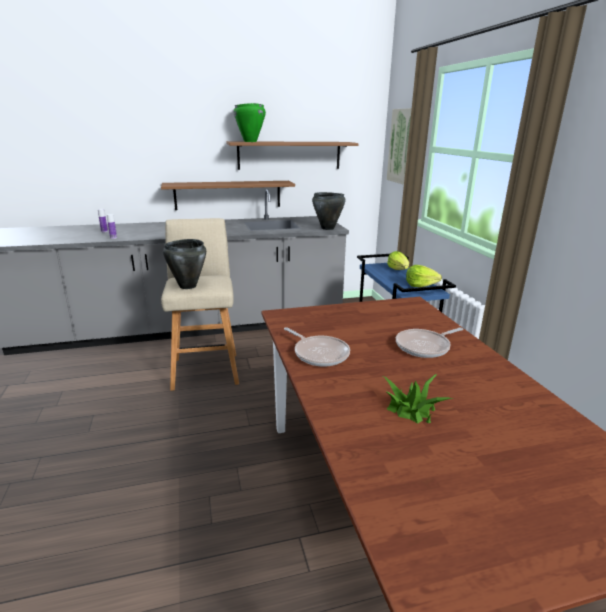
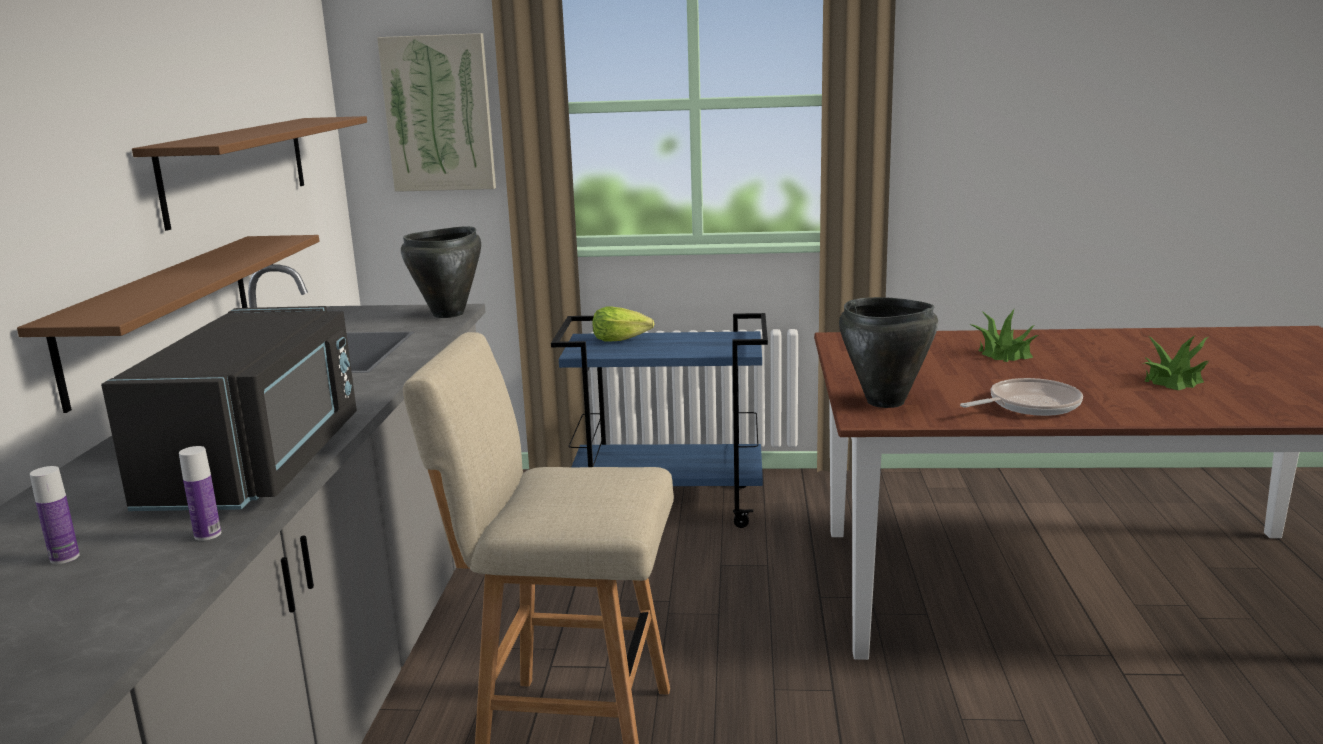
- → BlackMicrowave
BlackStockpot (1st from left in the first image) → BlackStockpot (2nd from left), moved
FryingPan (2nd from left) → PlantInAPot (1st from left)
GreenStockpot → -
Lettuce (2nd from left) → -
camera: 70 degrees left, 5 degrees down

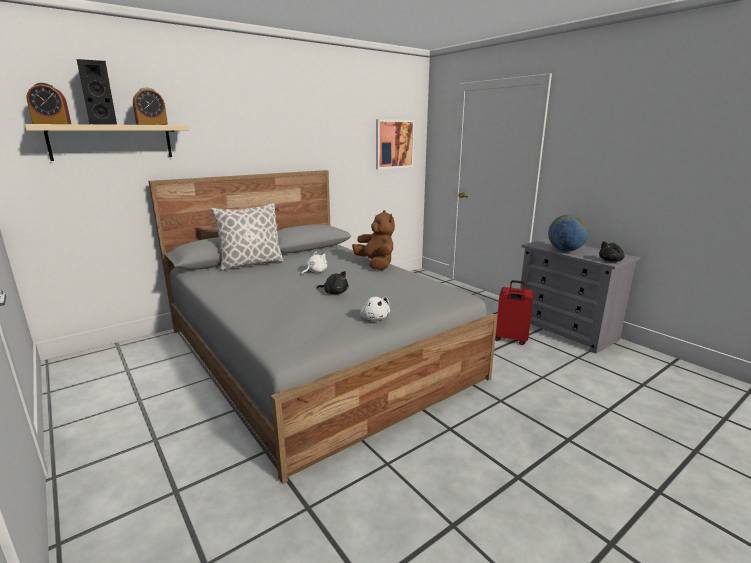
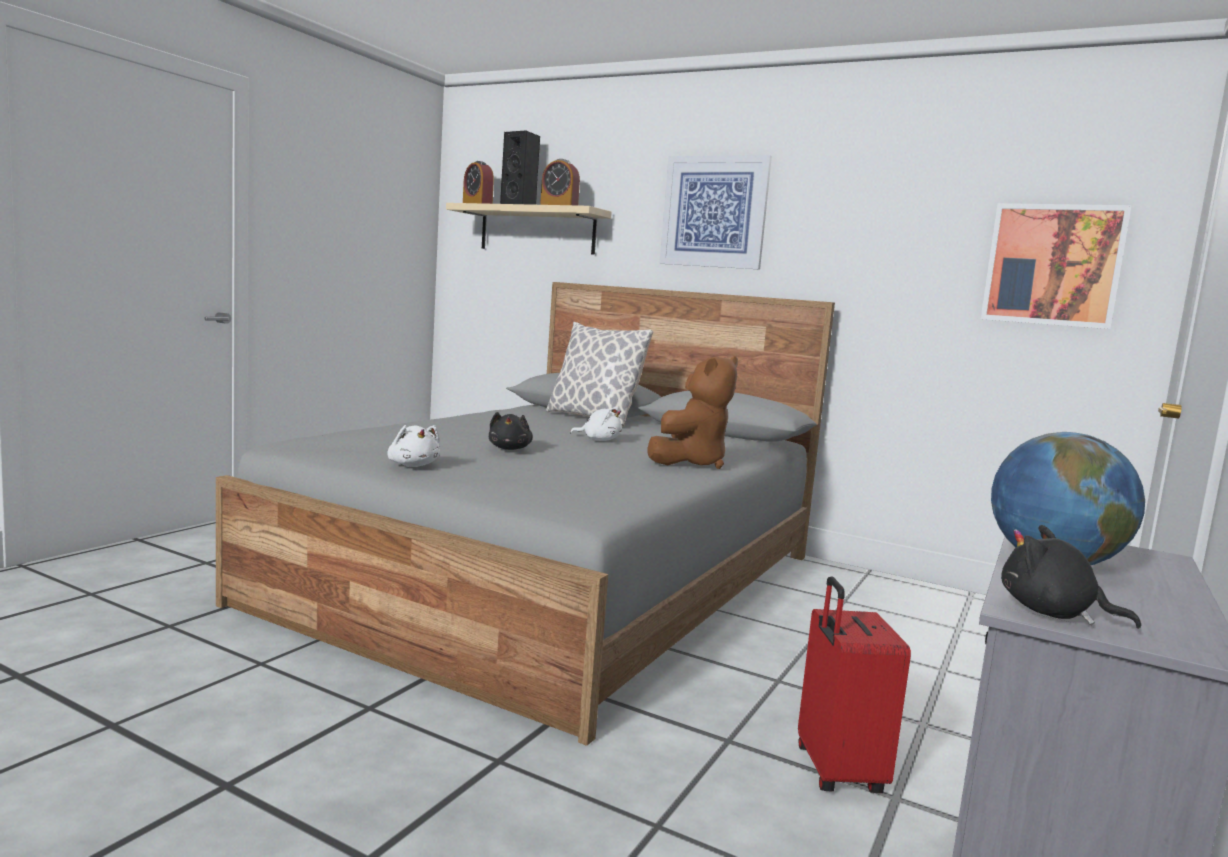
WhiteSoftToy (2nd from left in the first image) → WhiteSoftToy (1st from left), 75 degrees counterclockwise
- → WallPicture (1st from left)
camera: 65 degrees right, 10 degrees down

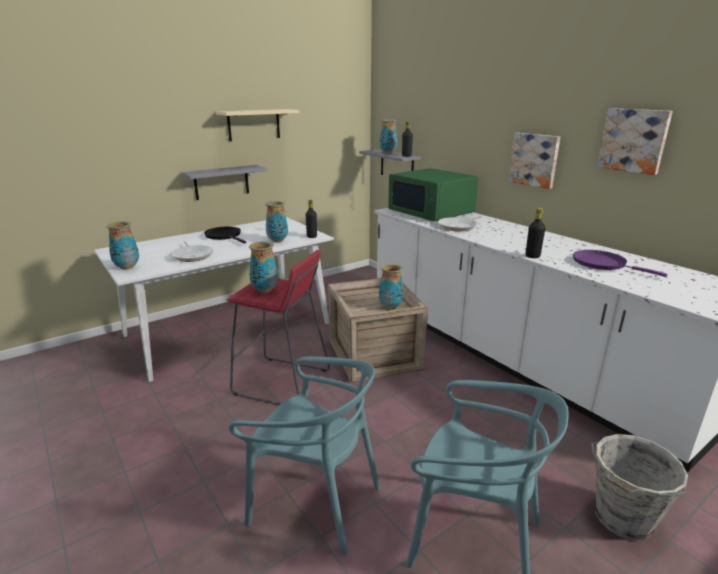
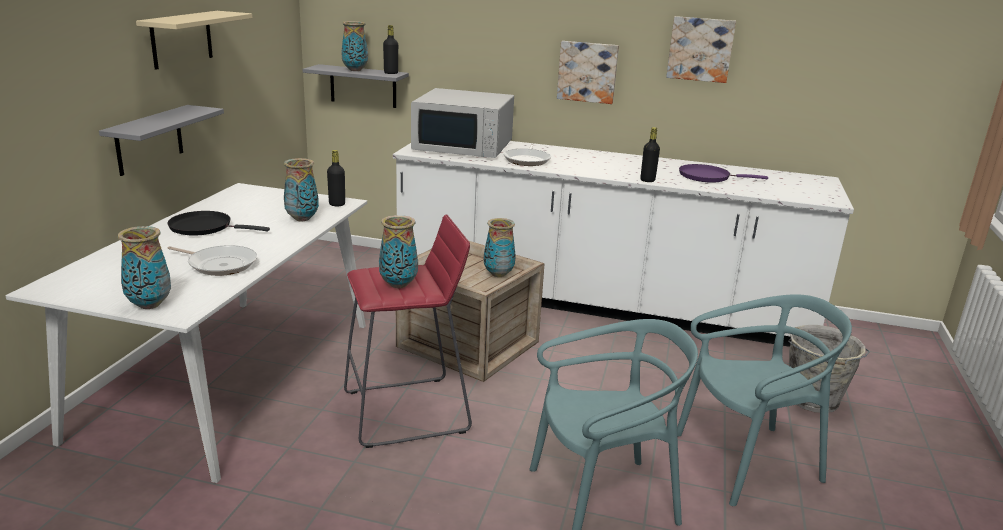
GreenMicrowave → WhiteMicrowave
camera: 40 degrees left, 0 degrees up

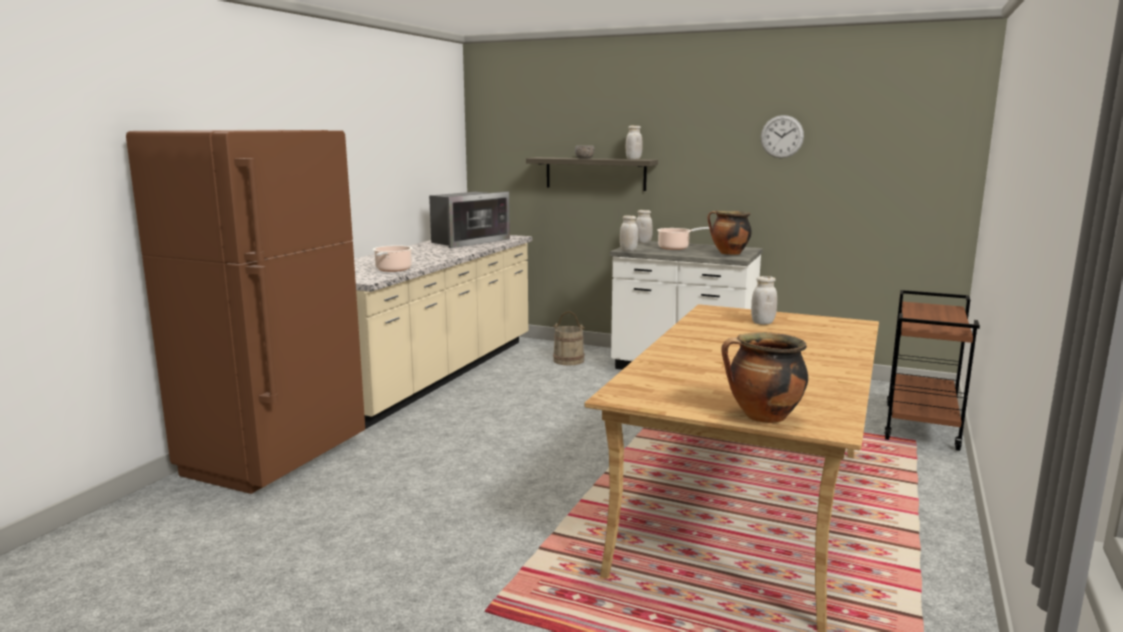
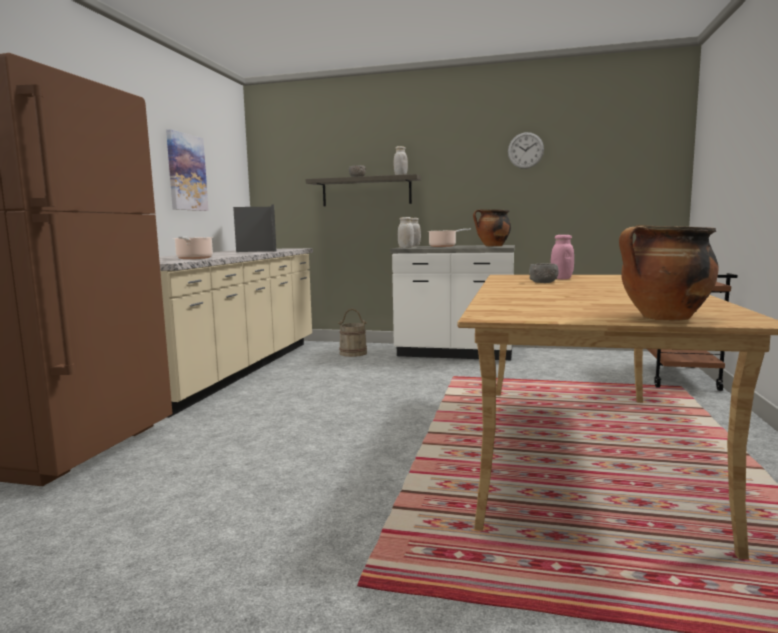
- → WallPicture
Microwave, 45 degrees counterclockwise
- → GrayServingBowl (2nd from left)
WhitePreserveJar (4th from left) → PinkPreserveJar
camera: 10 degrees left, 5 degrees down

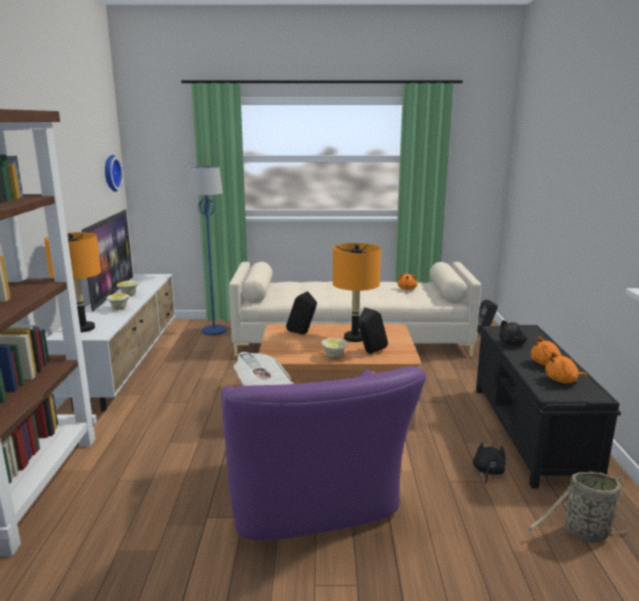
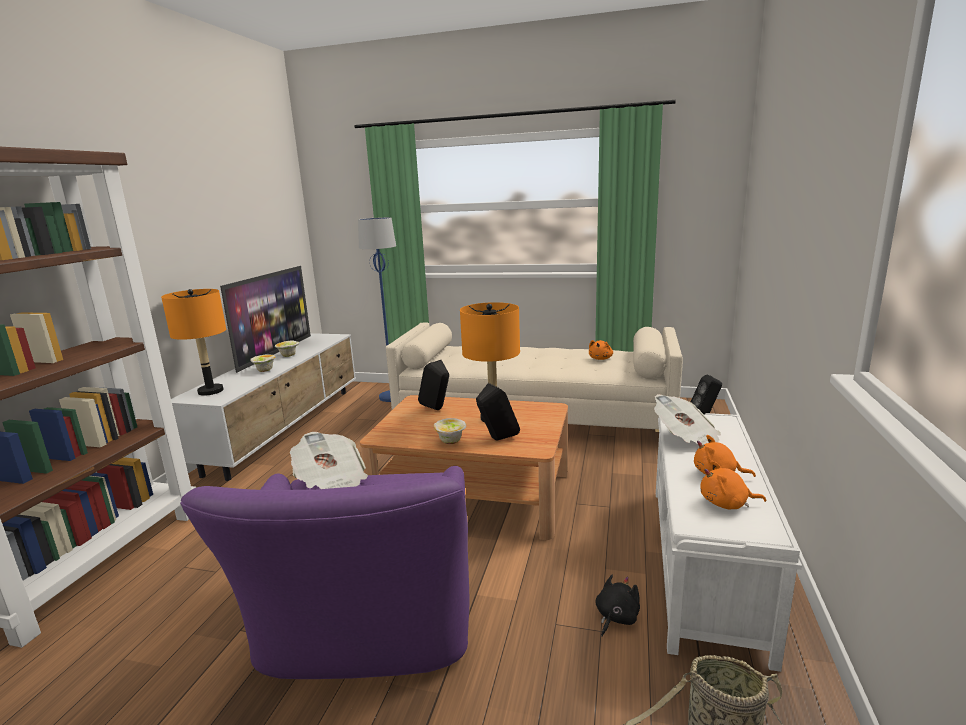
BlackSoftToy (2nd from left) → Newspaper (2nd from left)
BlackLongSeat → WhiteLongSeat
ClockOnTheWall → -
camera: 15 degrees right, 0 degrees up

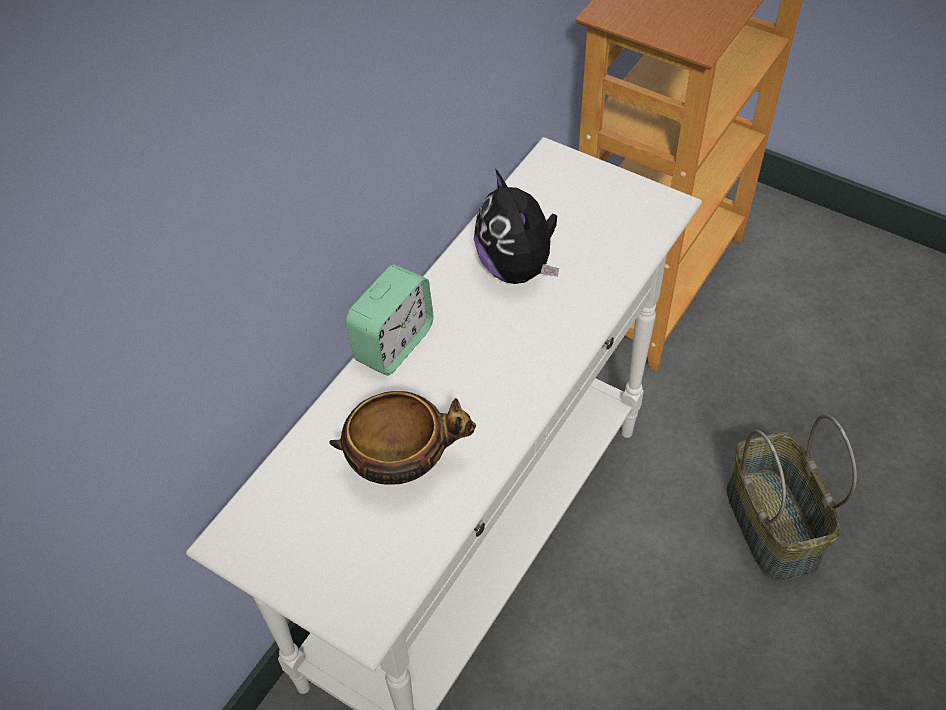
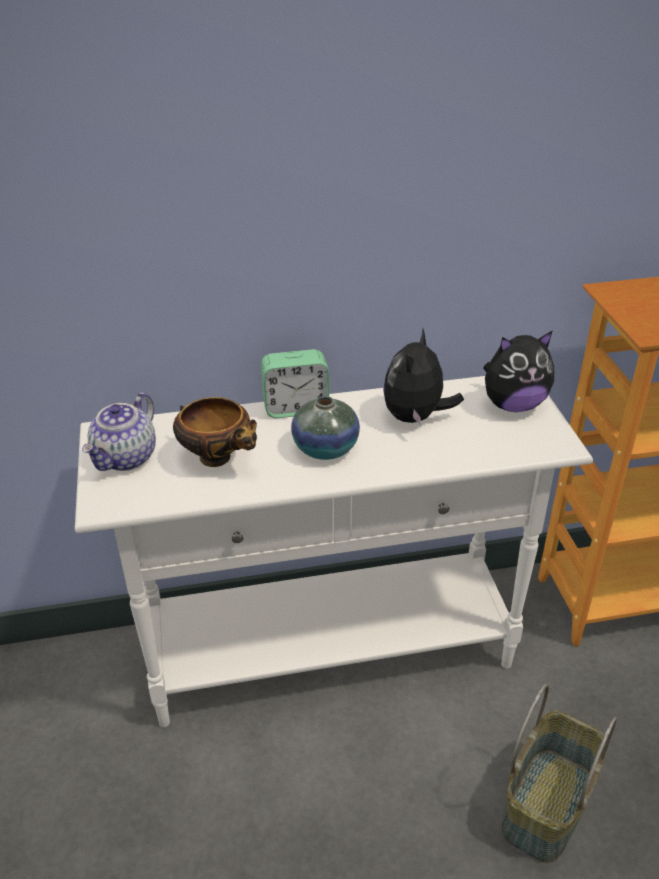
- → TeaPot
- → DecorativeVase
- → SoftToy (2nd from left)
camera: 45 degrees right, 15 degrees down

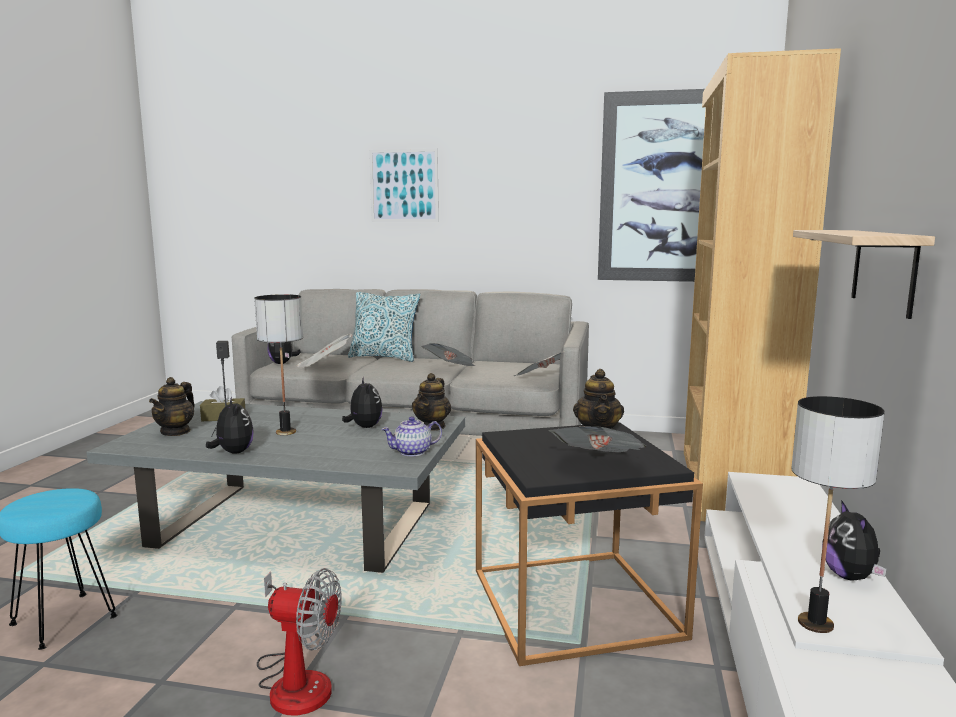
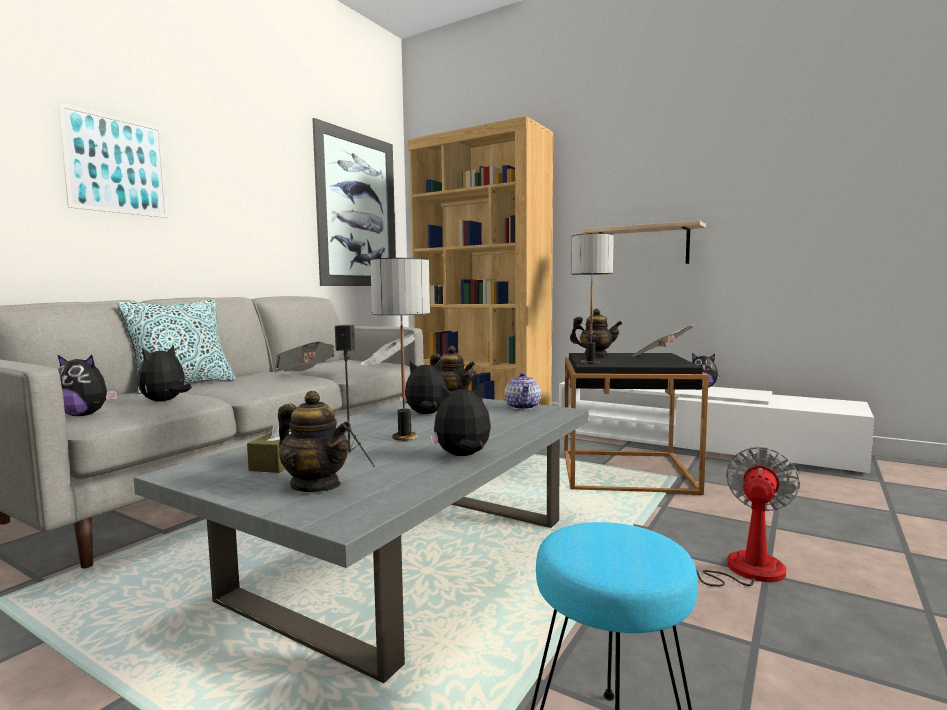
Newspaper (1st from left) → SoftToy (2nd from left)
TableLamp (2nd from left), moved
camera: 70 degrees left, 5 degrees down

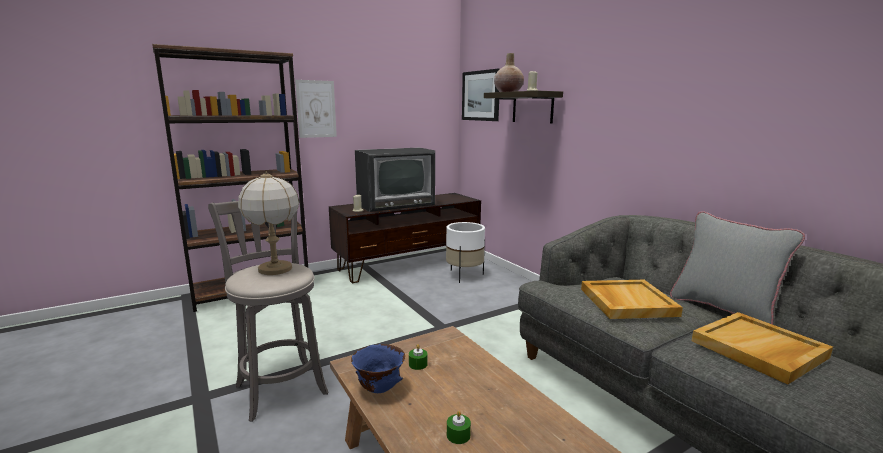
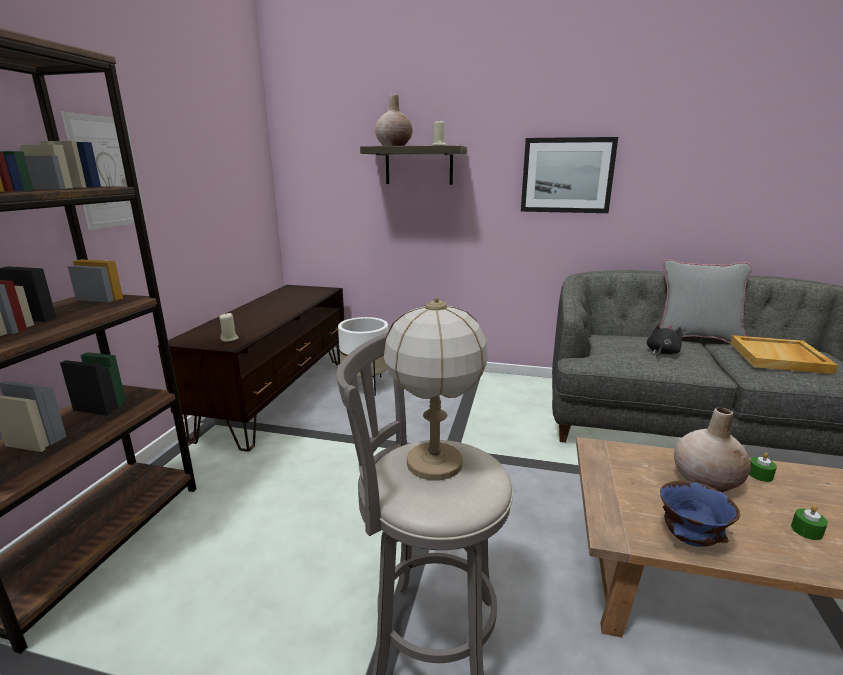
WallPicture (2nd from left), moved
SandColouredCarryingTray (1st from left) → BlackSoftToy
- → SandColouredDecorativeVase (2nd from left)
GreenWaxCandle (1st from left), moved
Television → -
camera: 45 degrees left, 5 degrees up

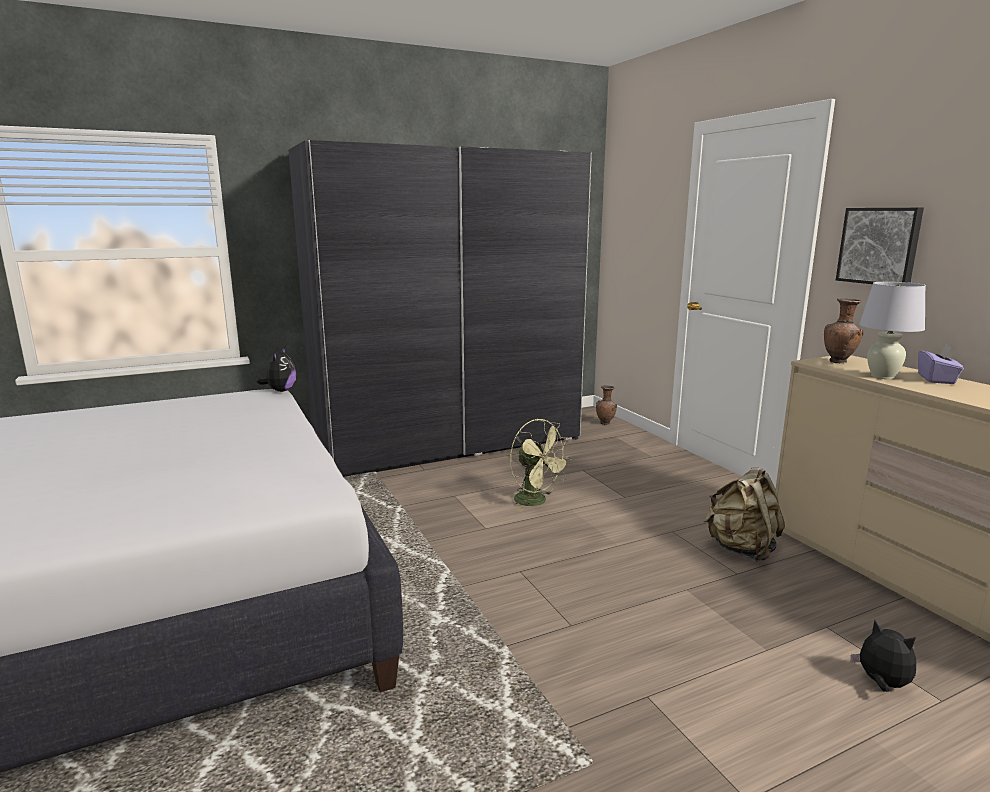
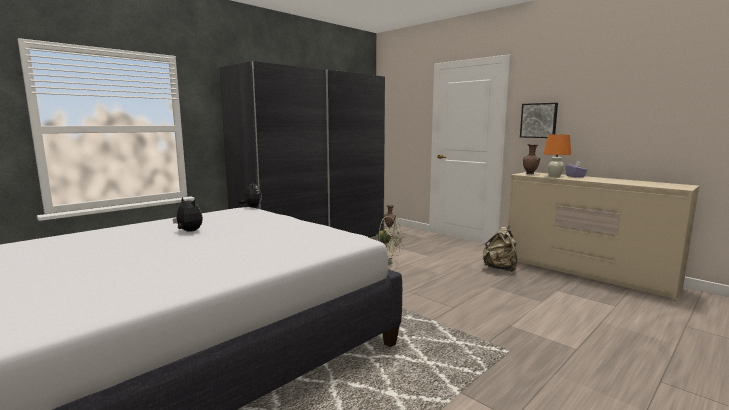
SoftToy (2nd from left in the first image) → SoftToy (1st from left), moved
WhiteTableLamp → OrangeyTableLamp
camera: 20 degrees left, 5 degrees down

